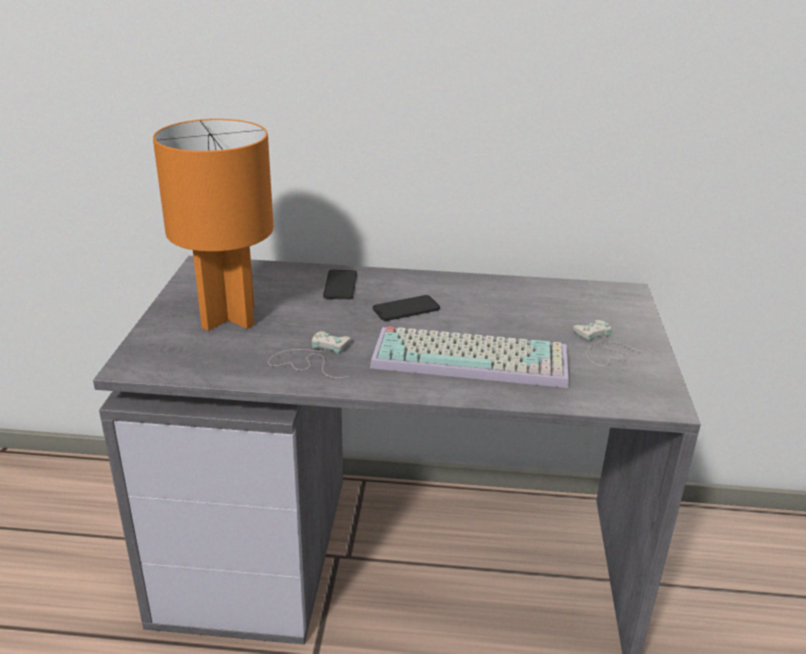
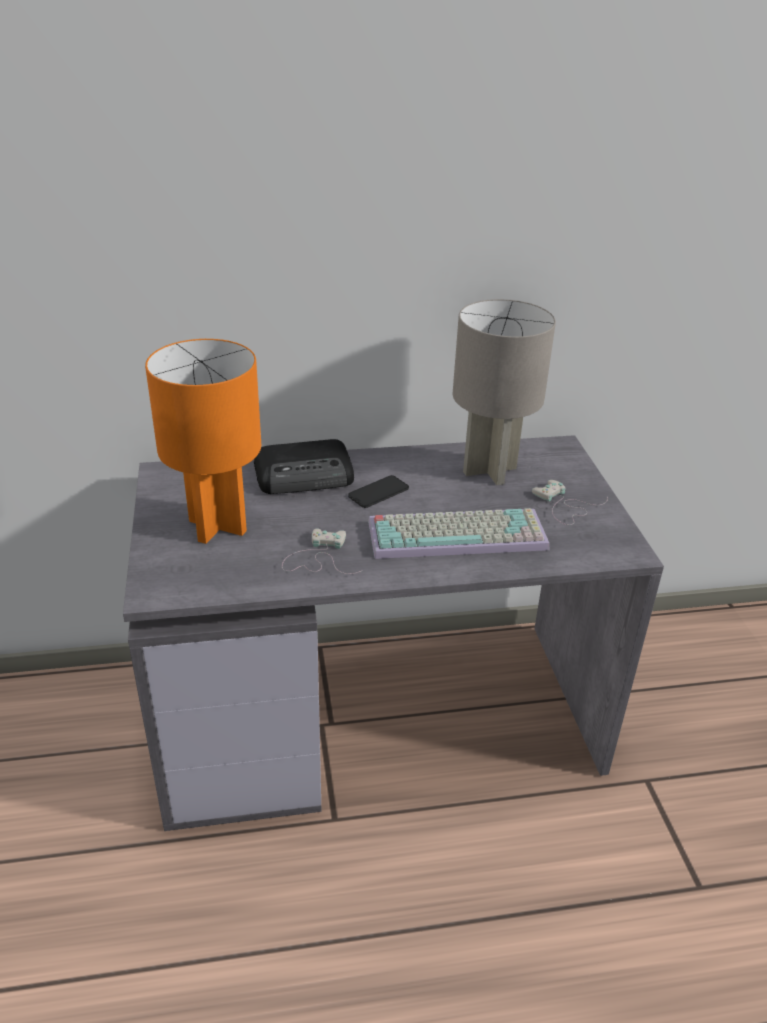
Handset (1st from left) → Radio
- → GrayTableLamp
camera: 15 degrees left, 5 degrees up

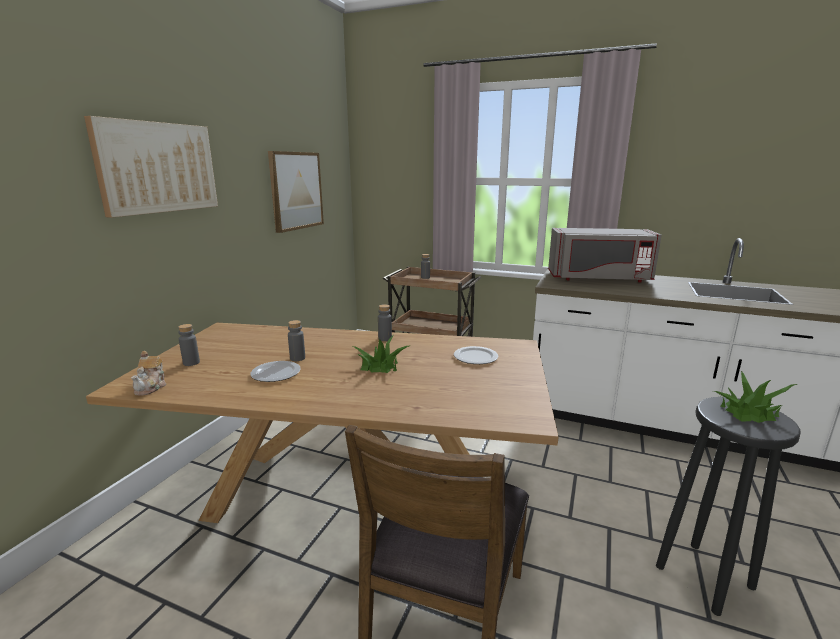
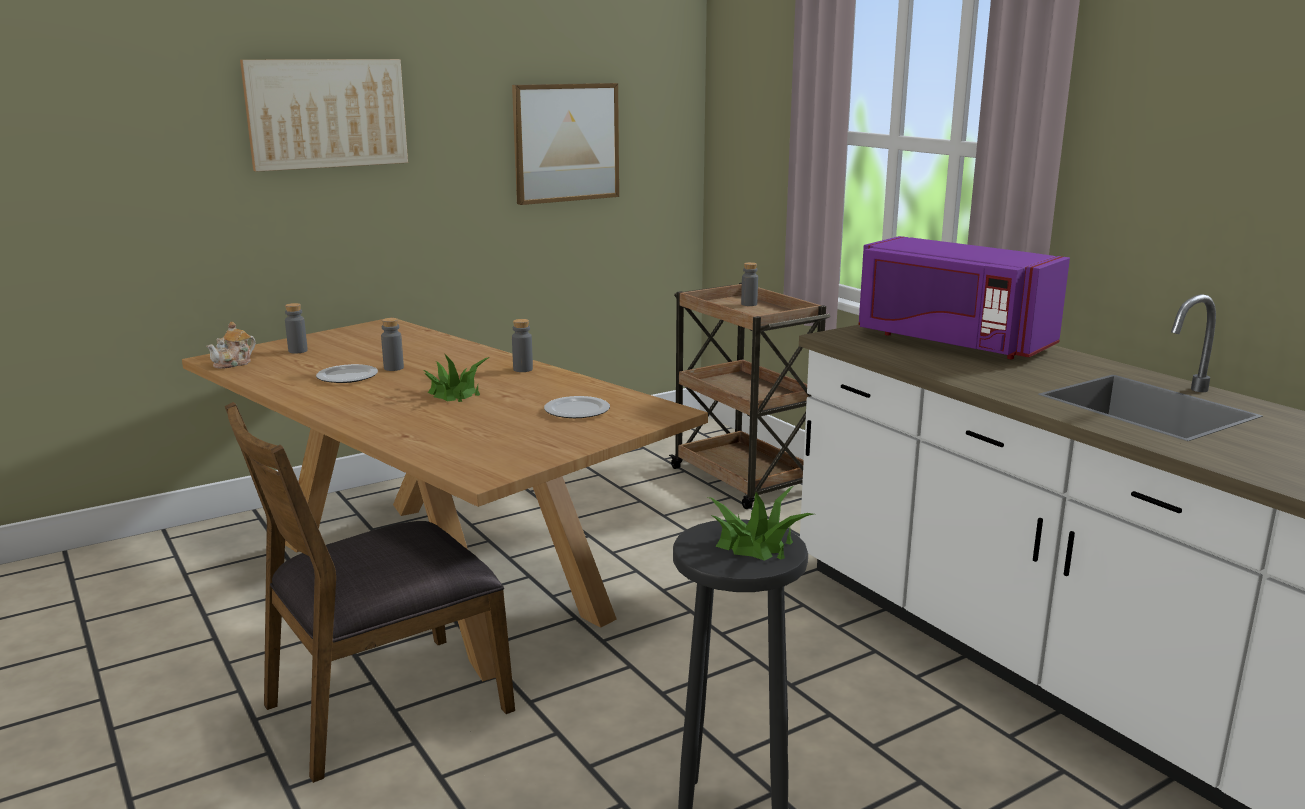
GrayMicrowave → PurpleColouredMicrowave
camera: 35 degrees right, 0 degrees up

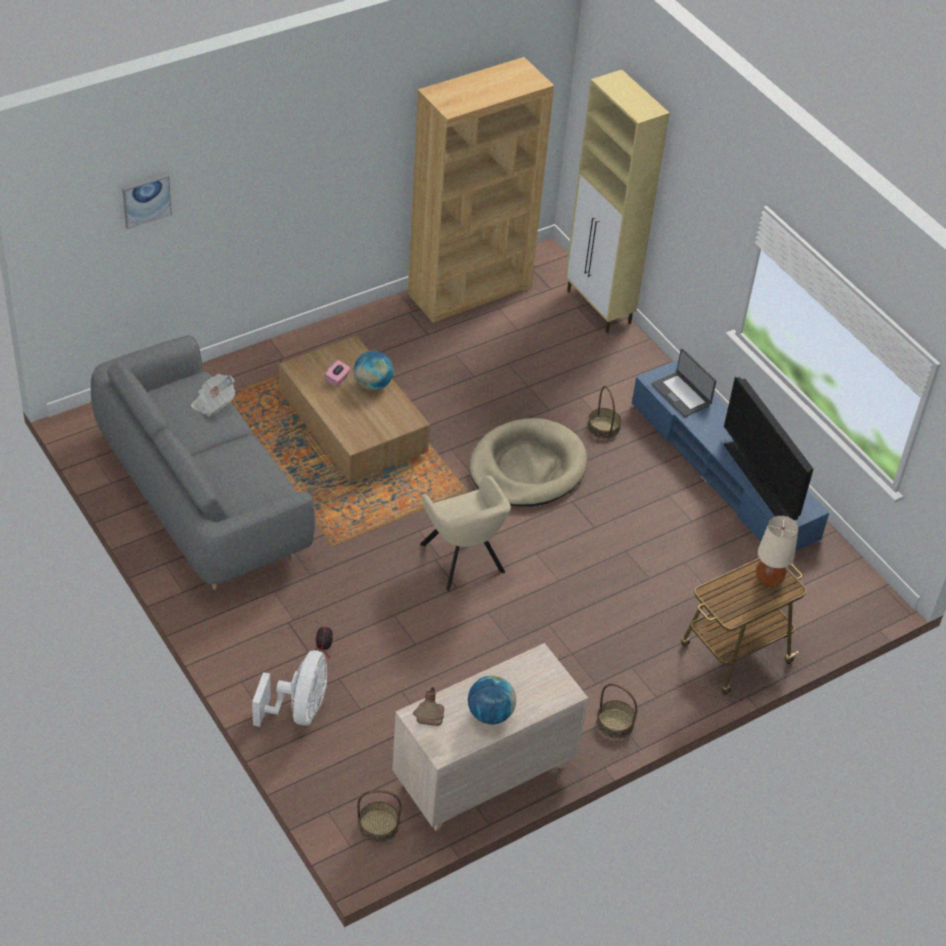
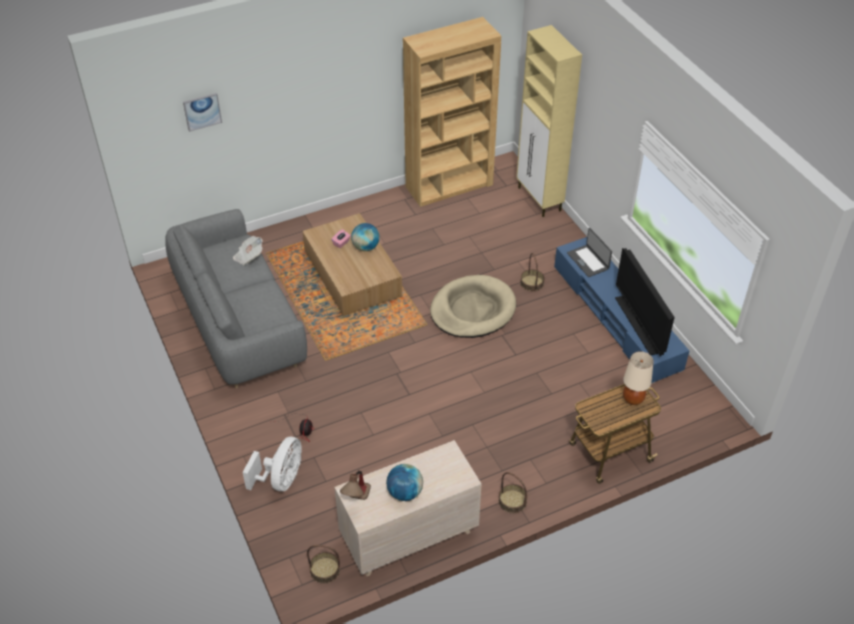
SandColouredLoungeChair → -
camera: 10 degrees right, 0 degrees up

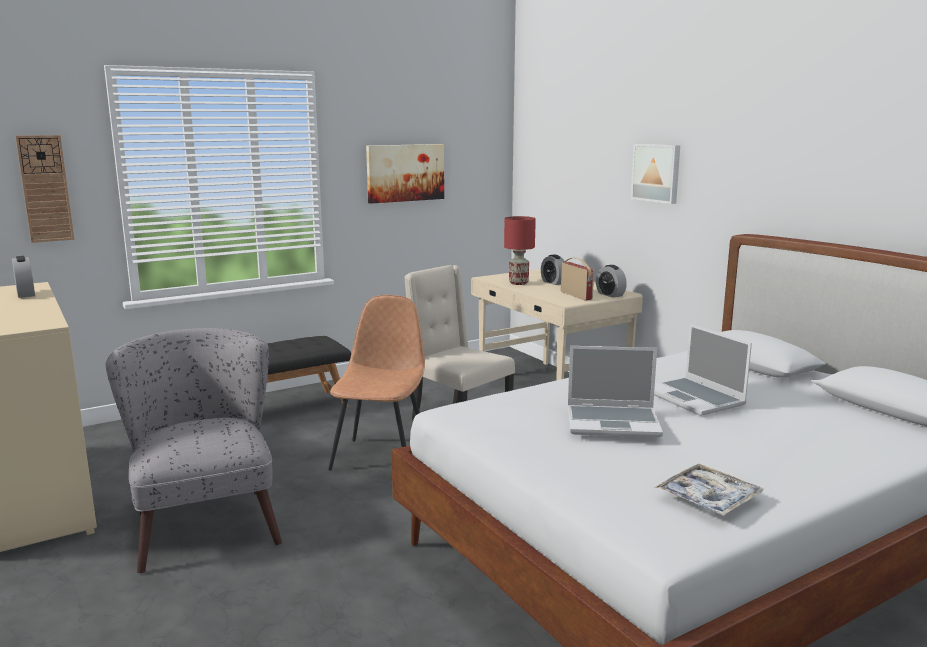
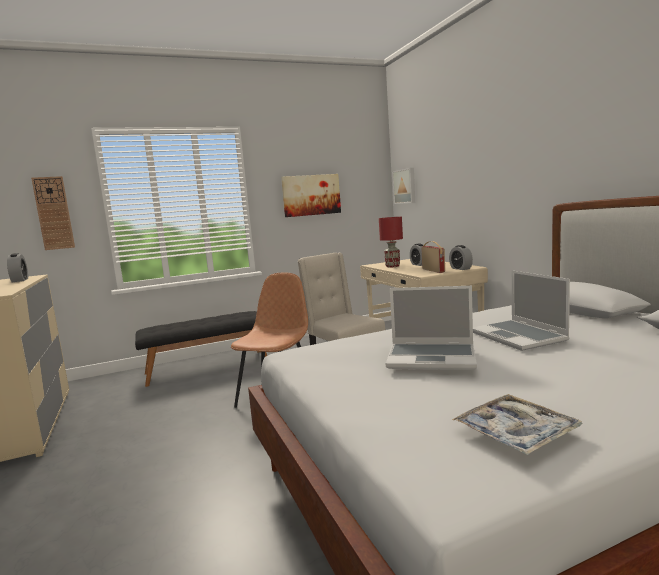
WallPicture (2nd from left), moved
GrayLoungeChair → -
camera: 10 degrees right, 5 degrees down

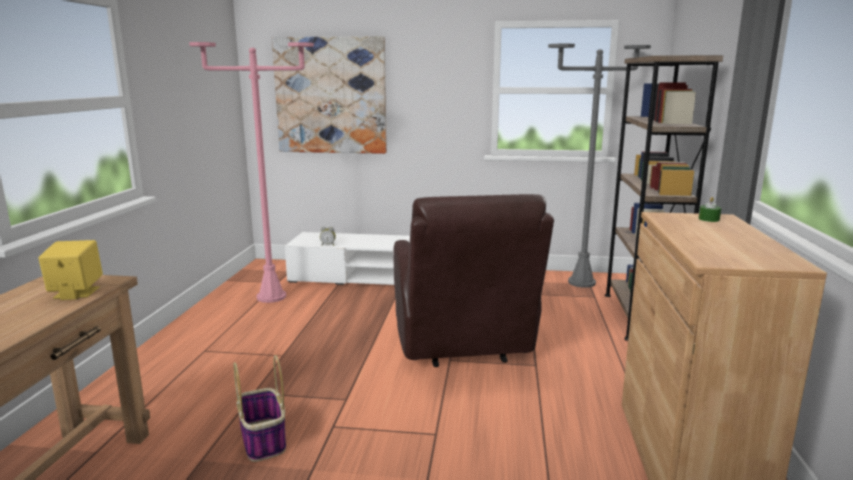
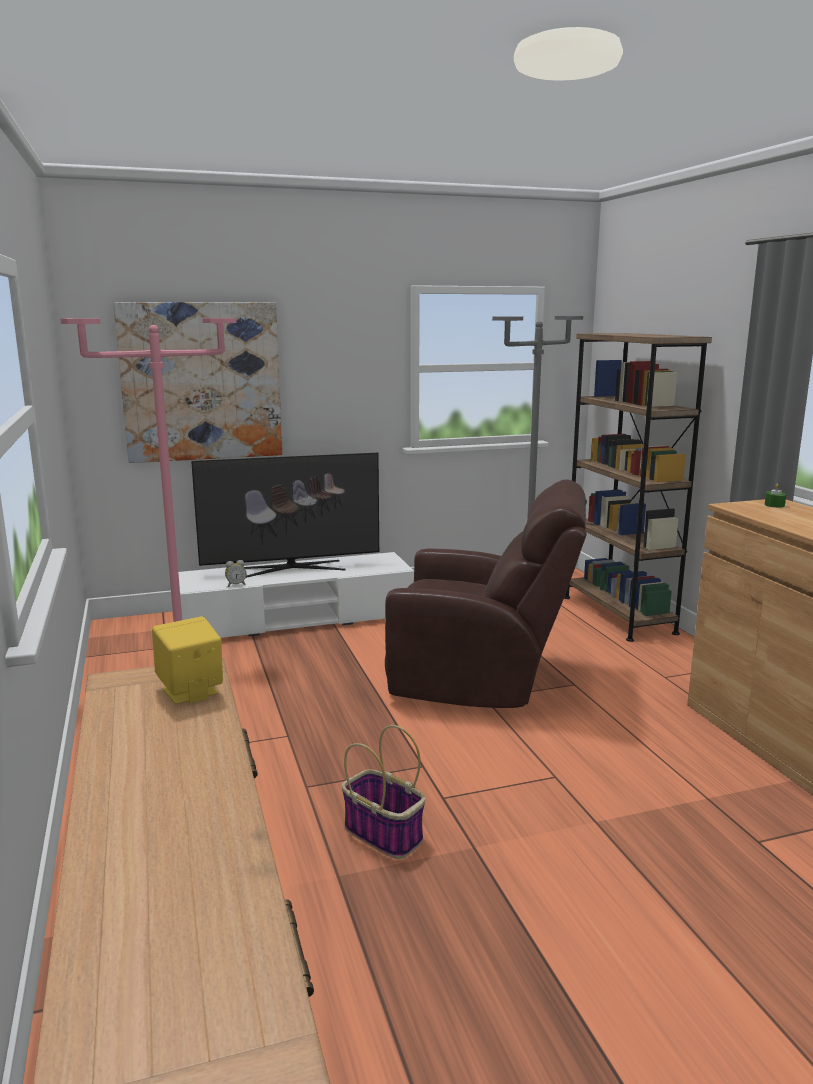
- → Television
BrownColouredLoungeChair, 45 degrees counterclockwise
camera: 25 degrees left, 0 degrees up

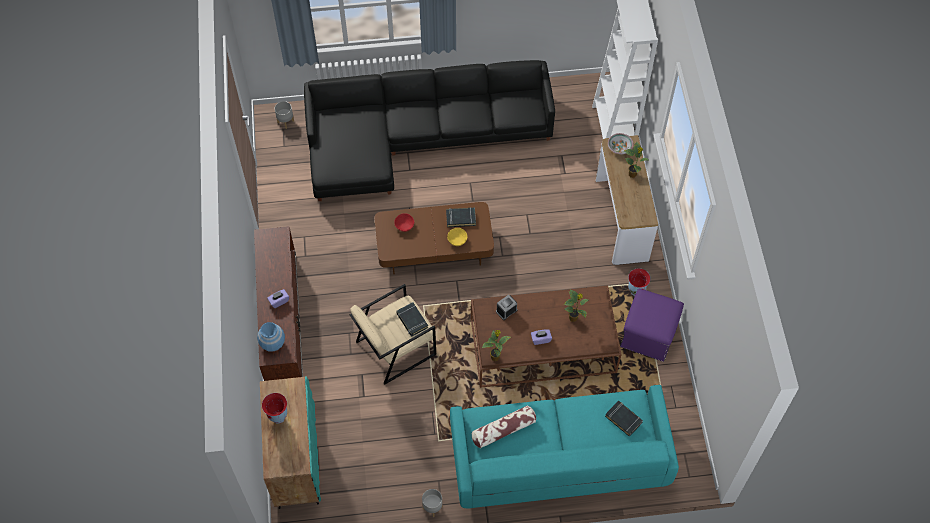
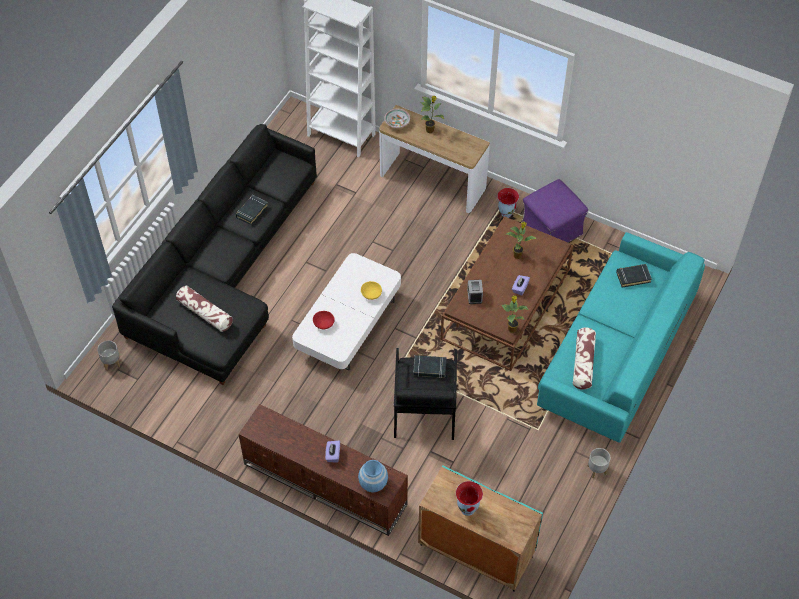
- → Pillow (1st from left)
BlackVolume (2nd from left in the first image) → BlackVolume (1st from left), moved
BrownColouredLoungeTable (1st from left) → WhiteLoungeTable
SandColouredLoungeChair → BlackLoungeChair
camera: 55 degrees left, 5 degrees down

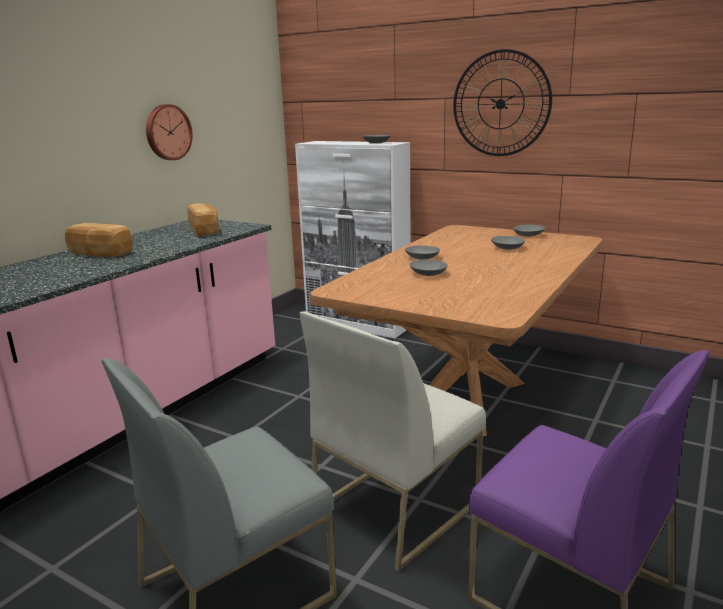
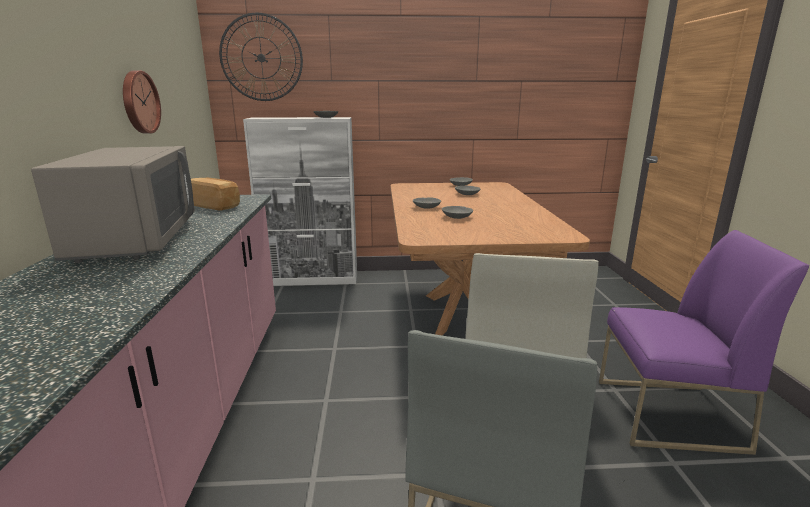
BakeryBread (1st from left) → GrayMicrowave
ClockOnTheWall (2nd from left), moved
camera: 35 degrees left, 0 degrees up

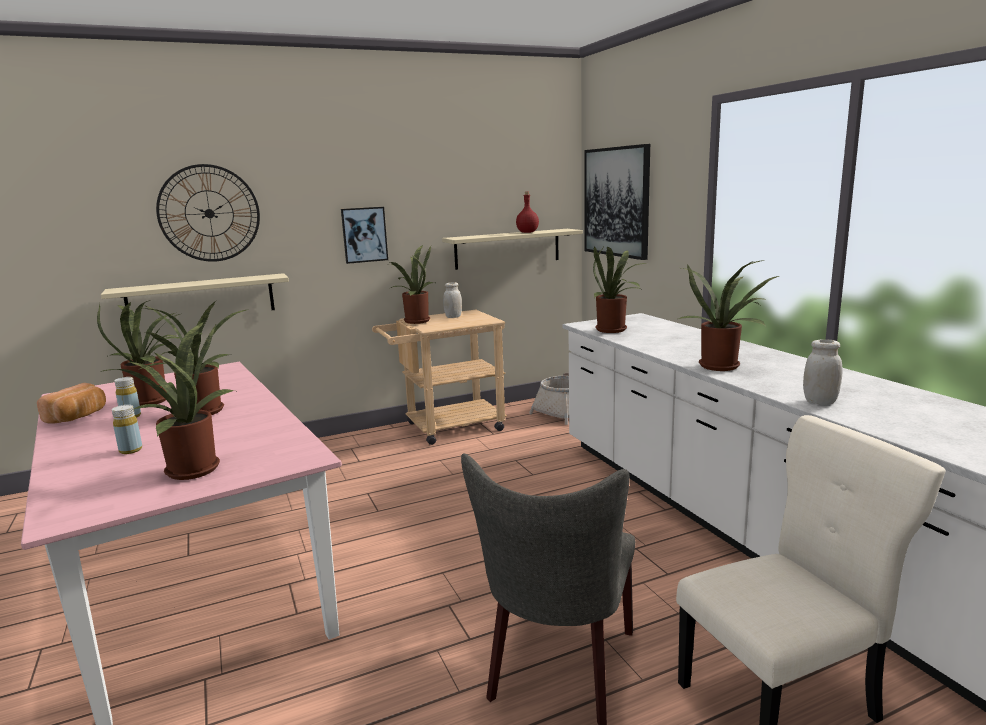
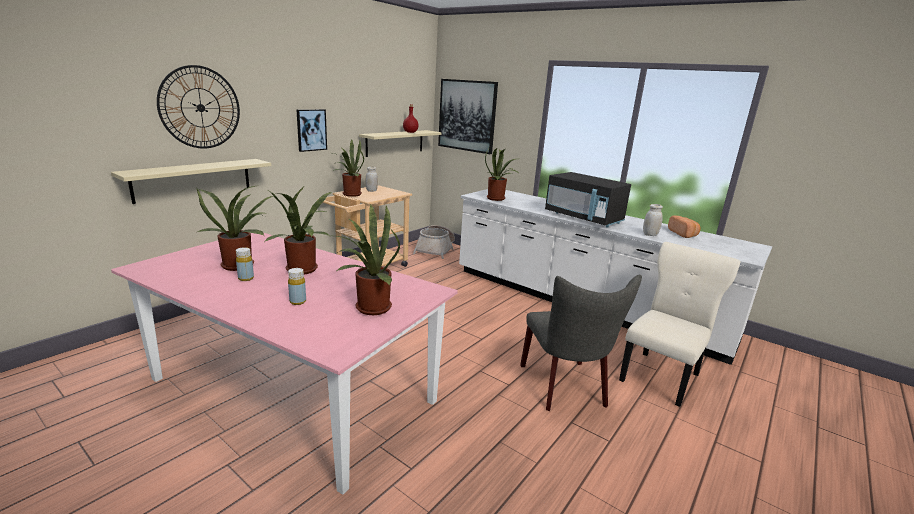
PlantInAPot (6th from left) → BlackMicrowave
BakeryBread, moved
camera: 30 degrees left, 5 degrees up

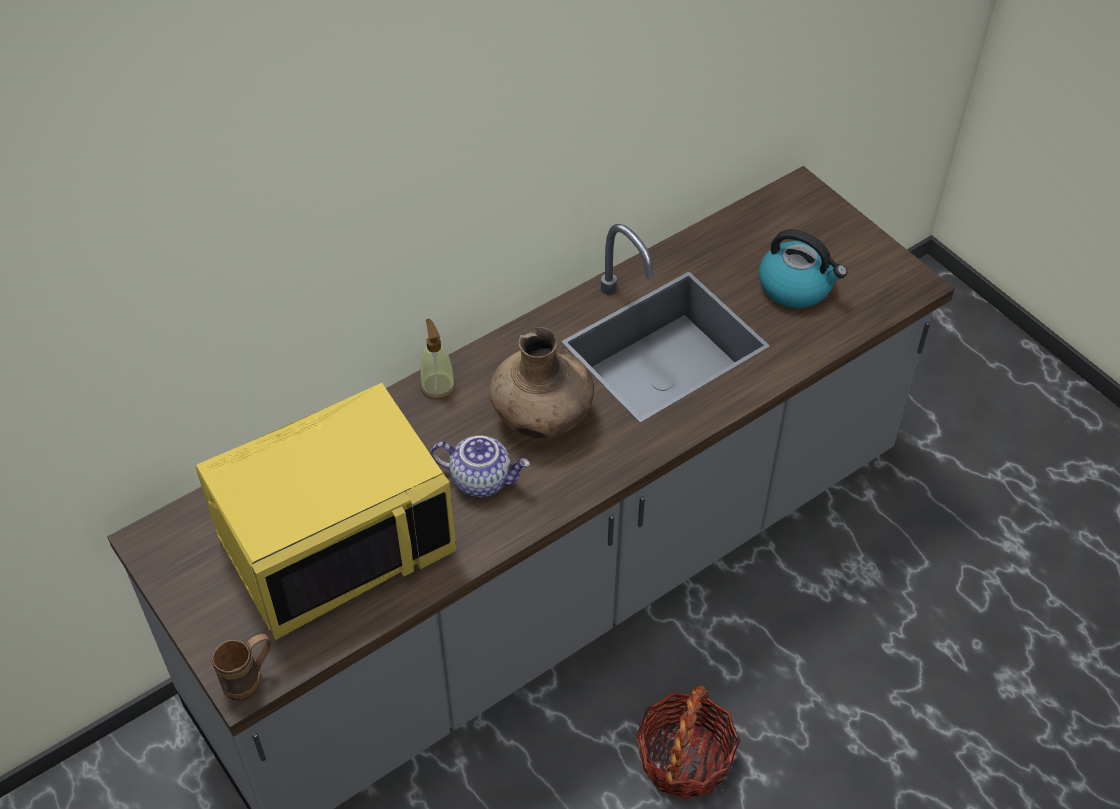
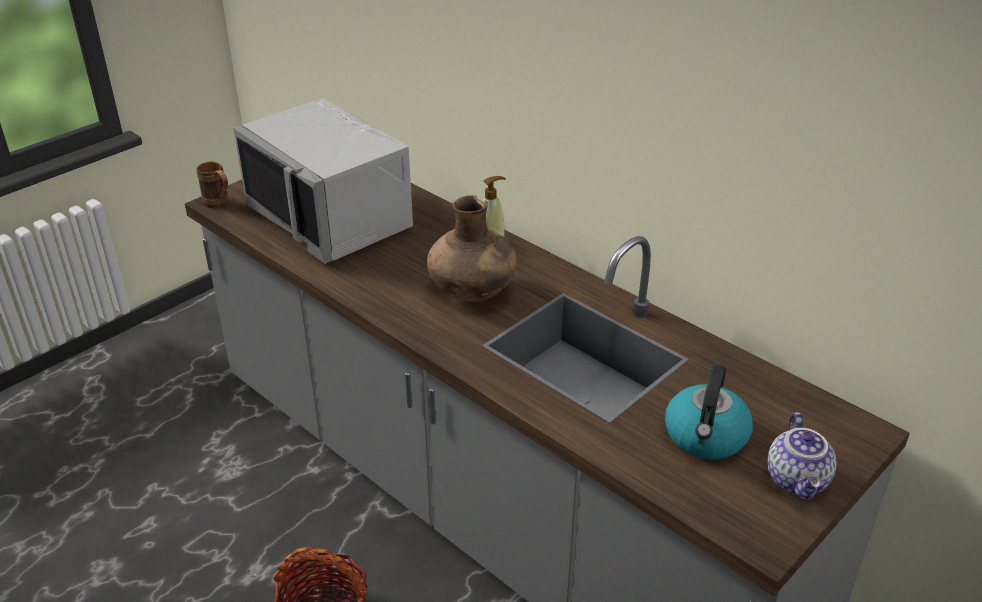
YellowishMicrowave → GrayMicrowave
TeaPot, moved
camera: 80 degrees right, 15 degrees down

